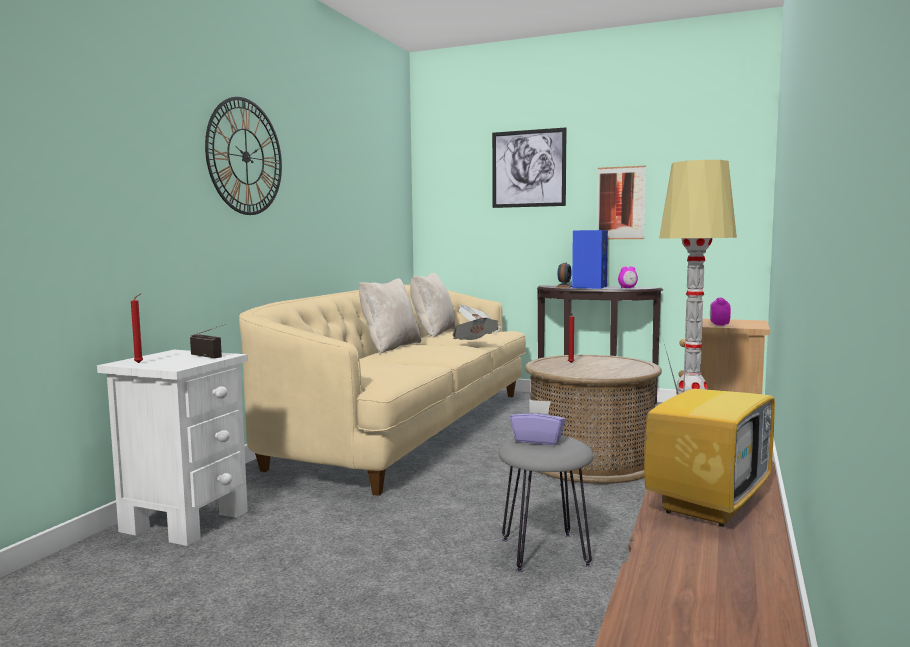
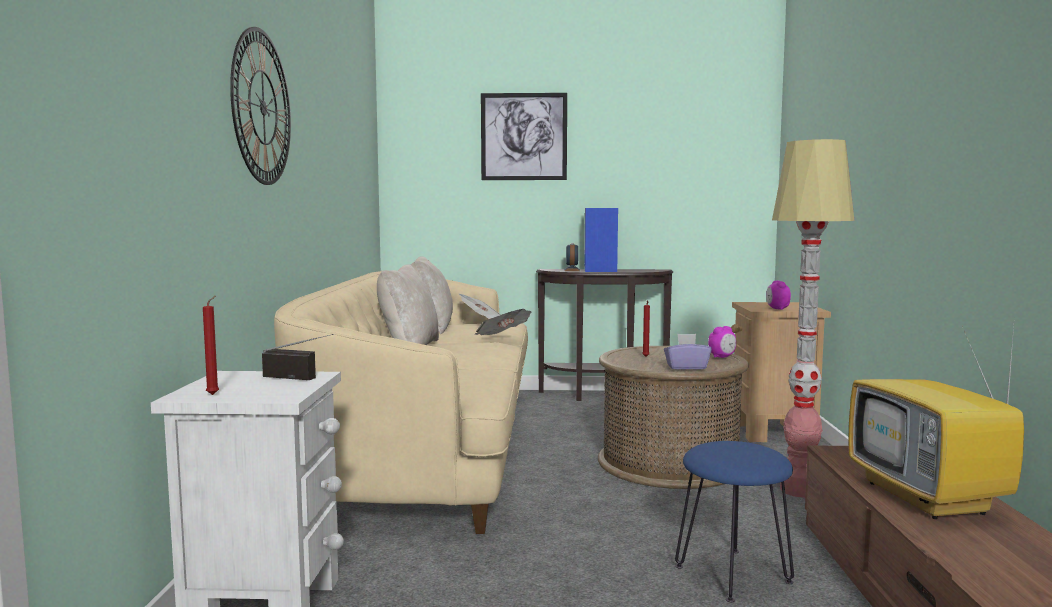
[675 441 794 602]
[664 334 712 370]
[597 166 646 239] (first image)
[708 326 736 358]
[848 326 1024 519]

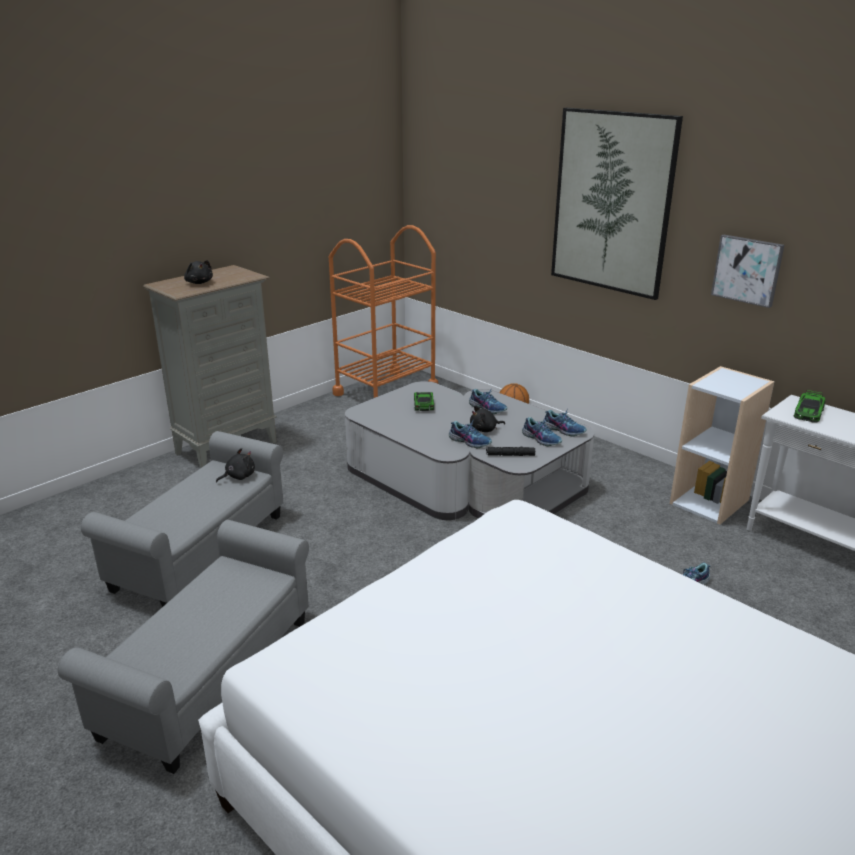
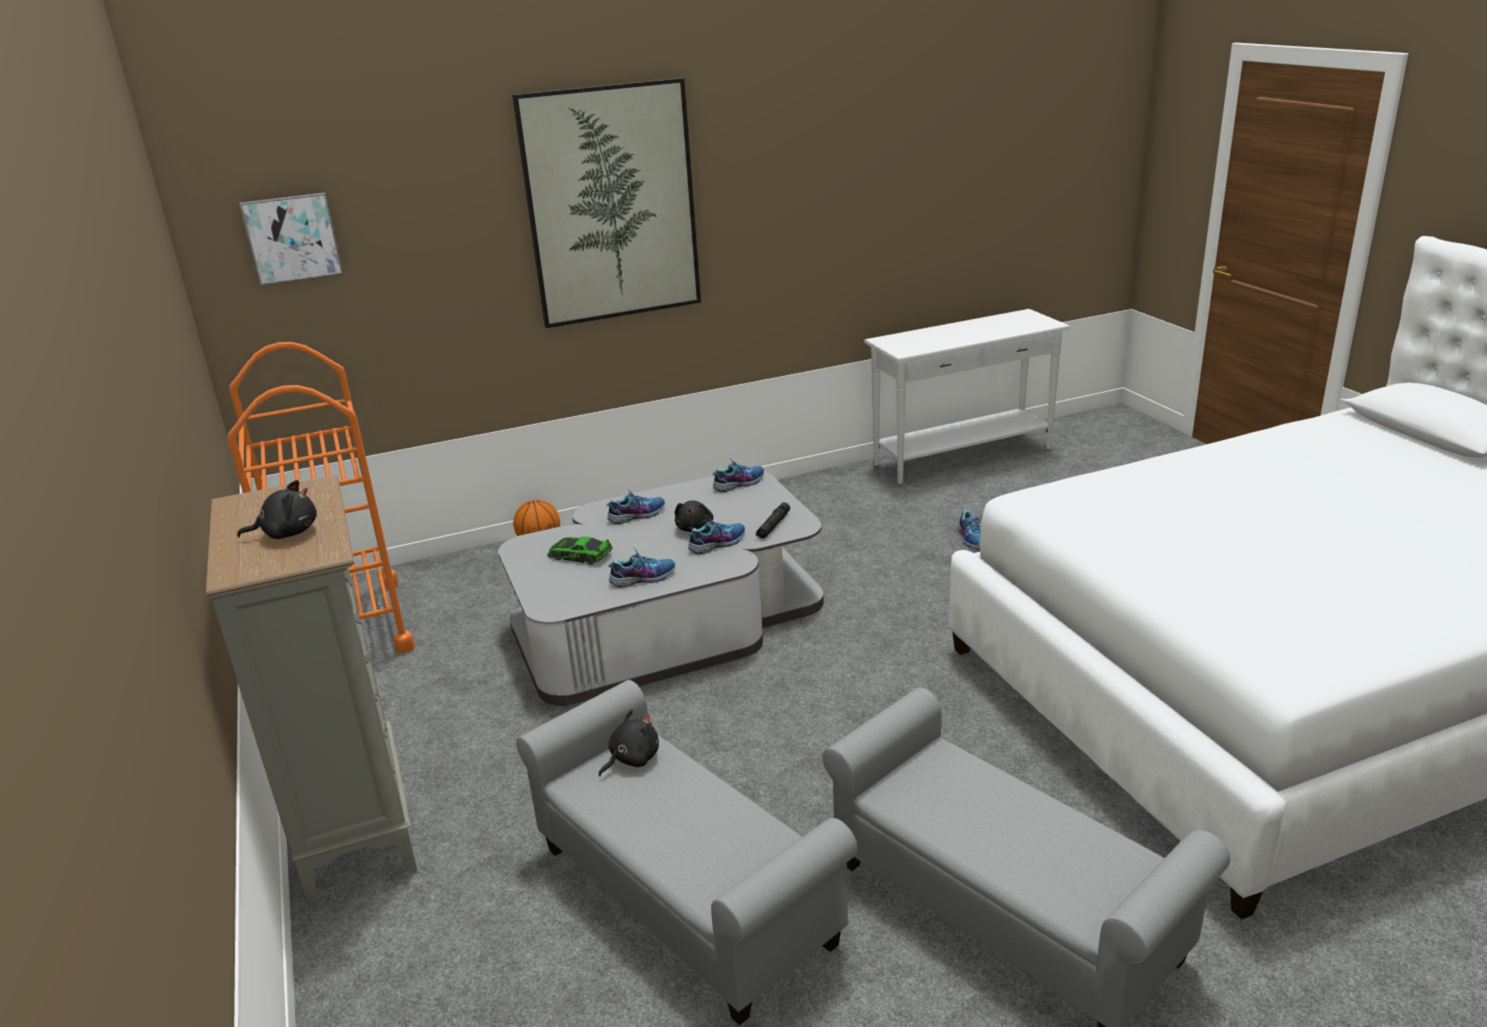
[598 709 659 777]
[608 548 676 588]
[670 366 775 525] (first image)
[239 192 343 286]
[794 390 826 423] (first image)

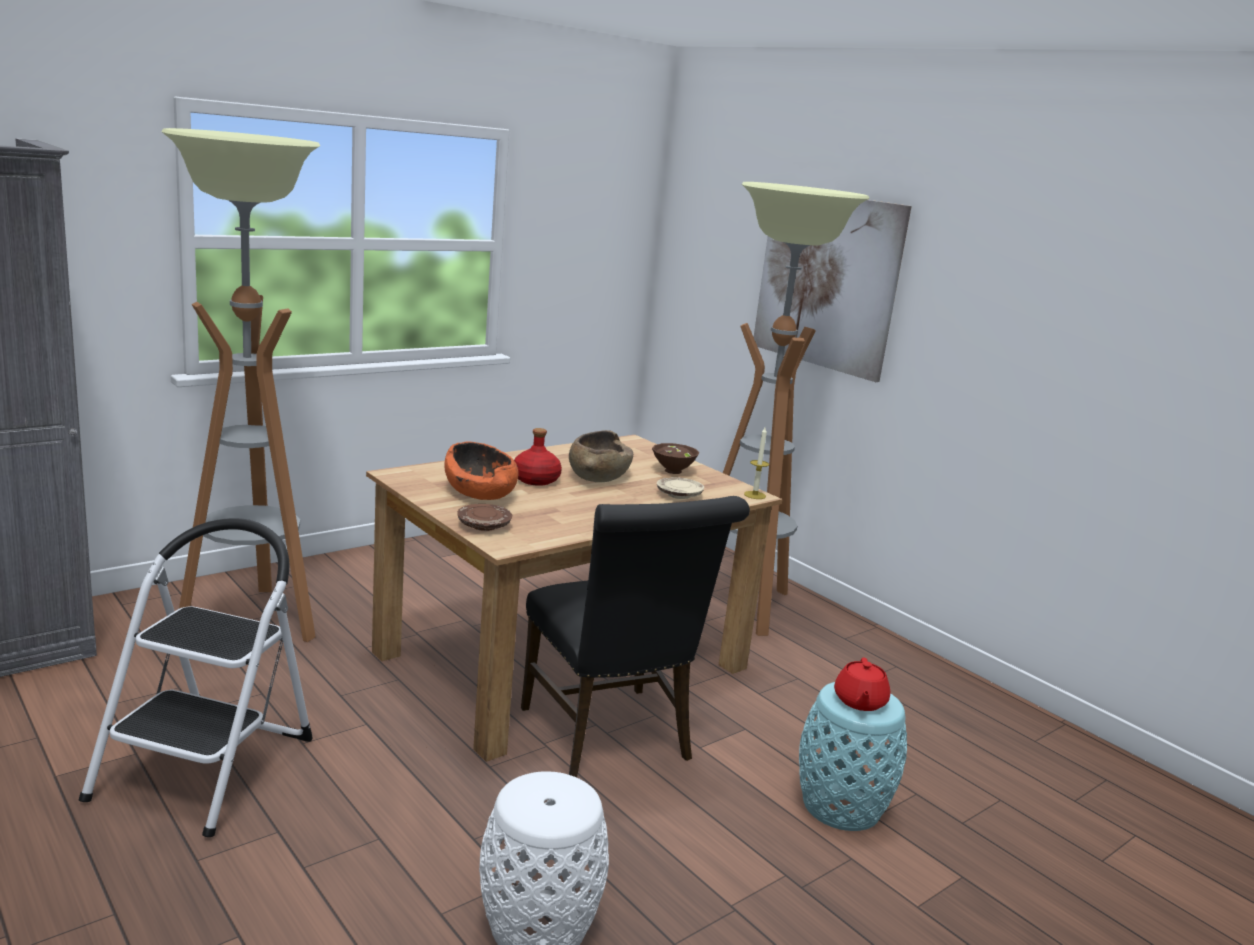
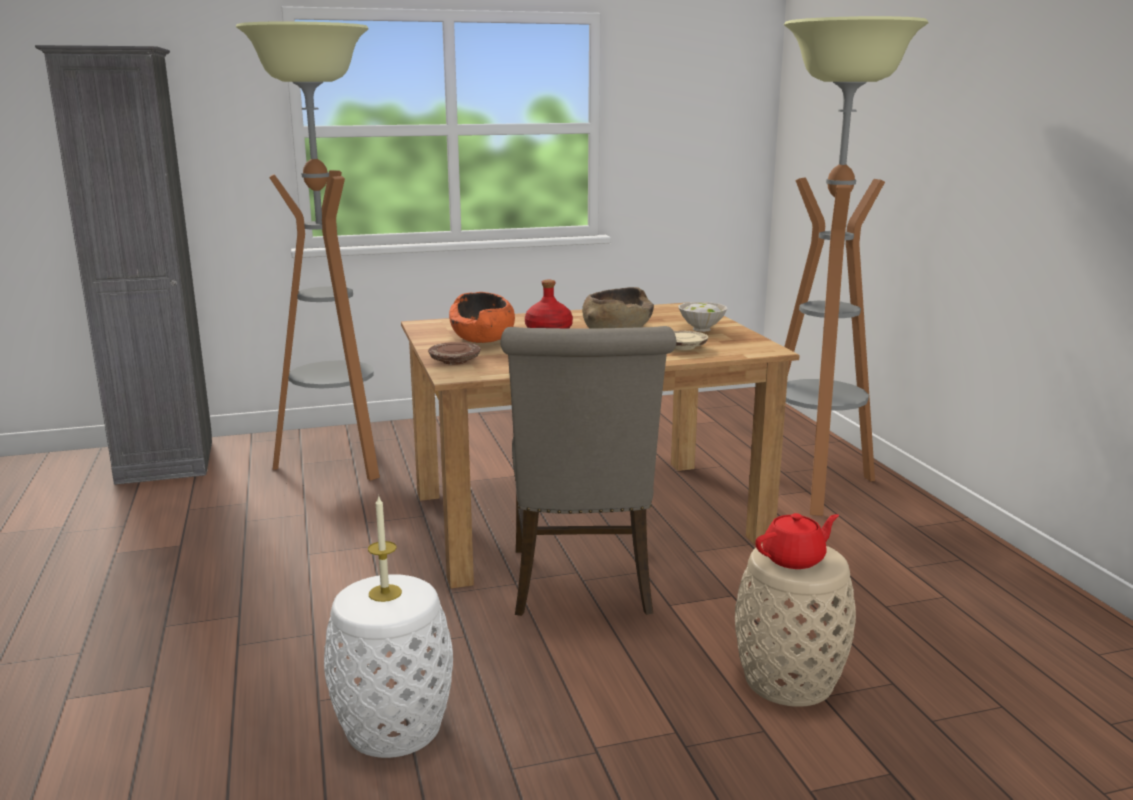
[79 518 313 837] (first image)
[500 326 677 616]
[678 302 727 332]
[368 495 402 602]
[754 200 912 382] (first image)
[735 544 856 707]
[755 513 839 569]

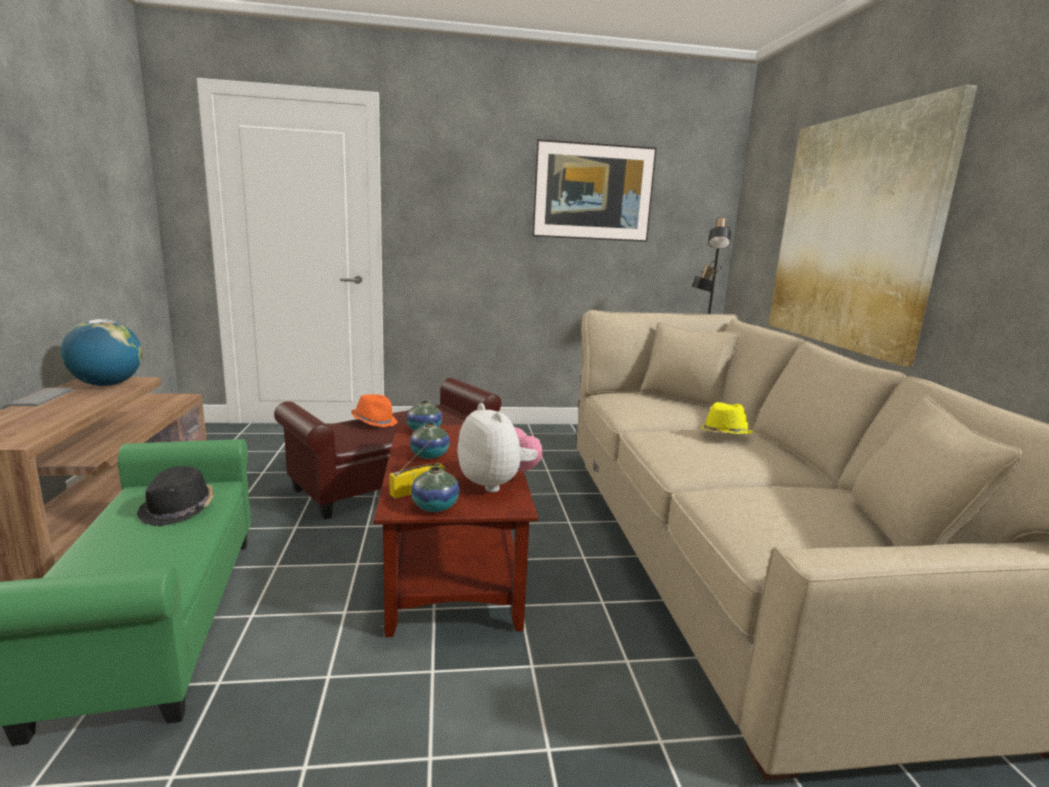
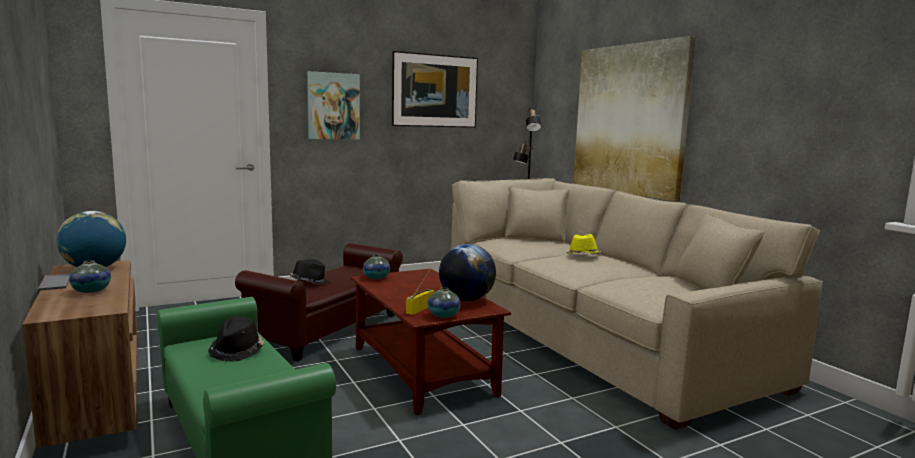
[289 259 329 284]
[69 260 111 293]
[439 244 496 301]
[307 71 360 139]

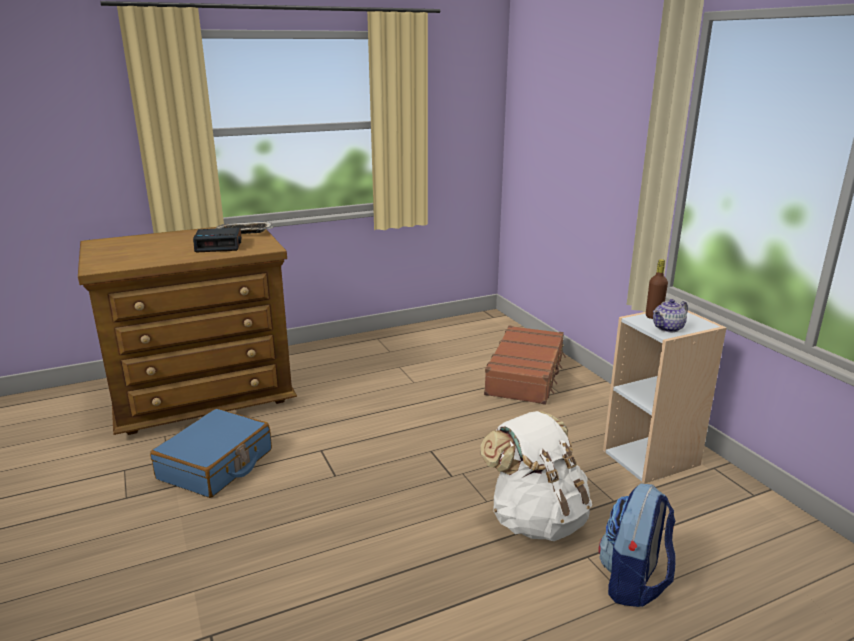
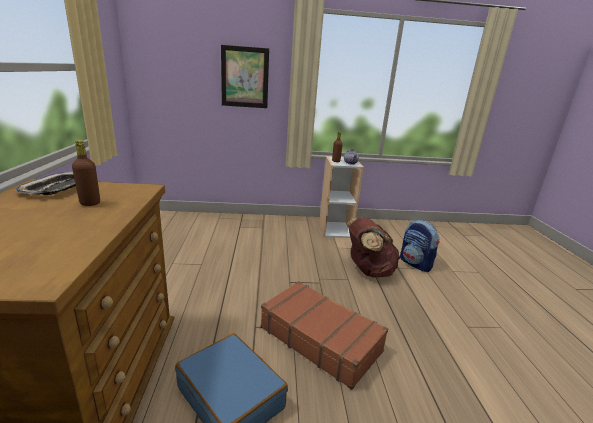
[72 140 100 206]
[346 217 400 278]
[261 281 388 390]
[221 45 269 108]

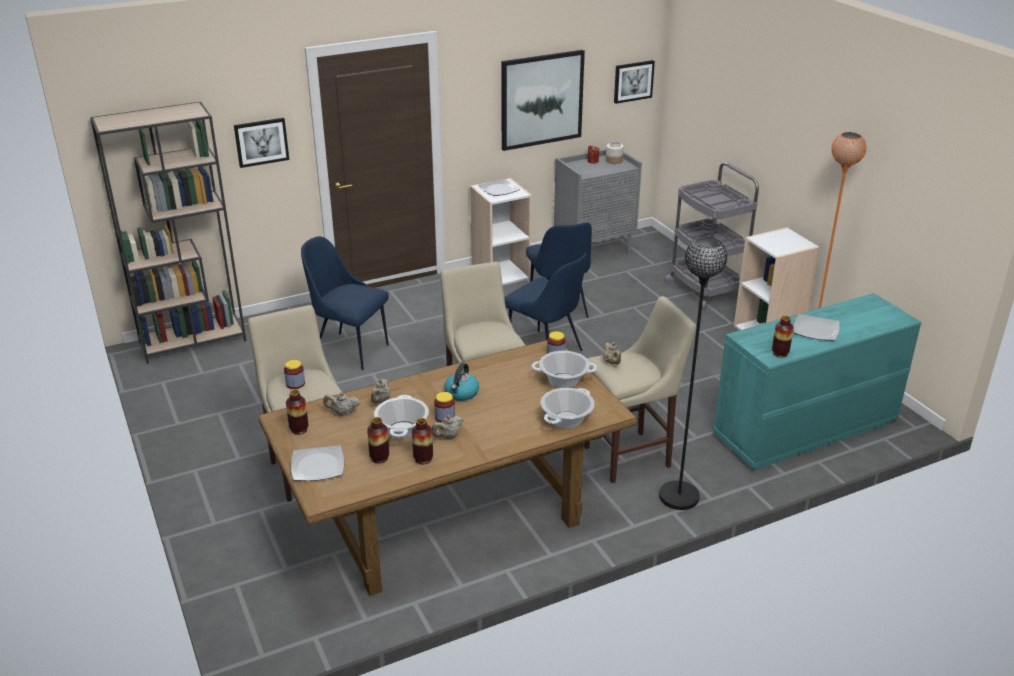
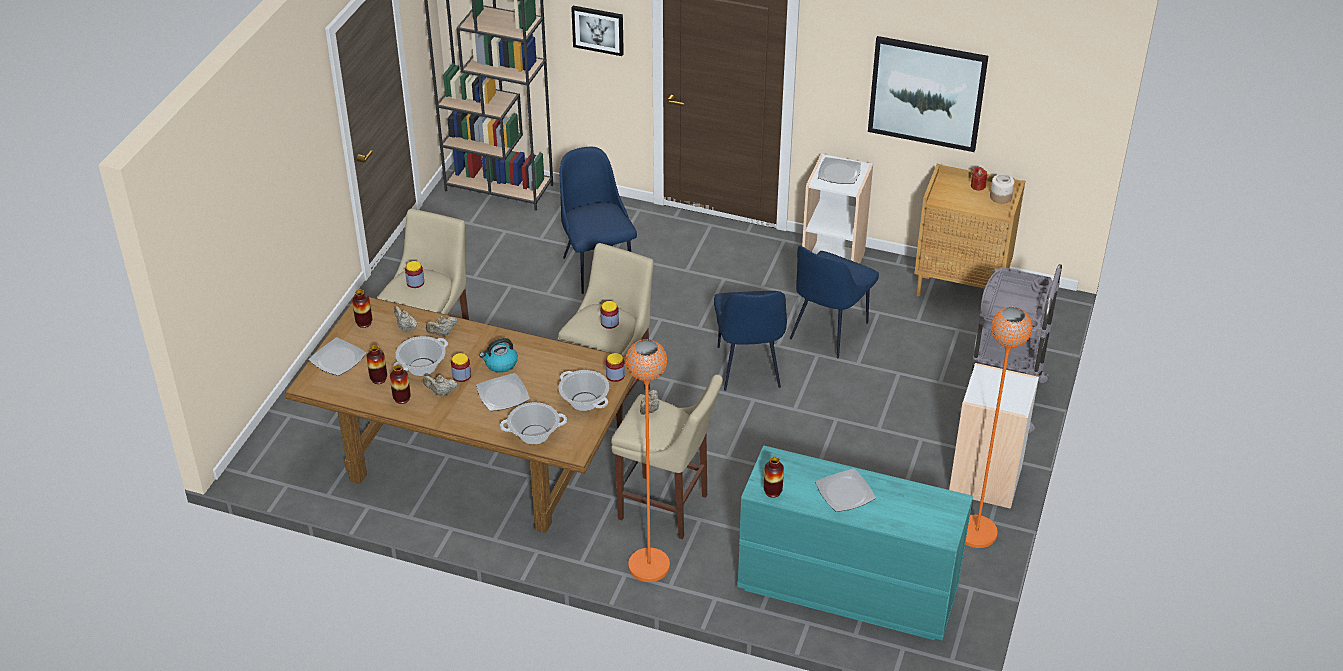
[914 164 1025 296]
[614 60 655 104] (first image)
[626 339 670 582]
[476 373 530 411]
[600 301 619 329]

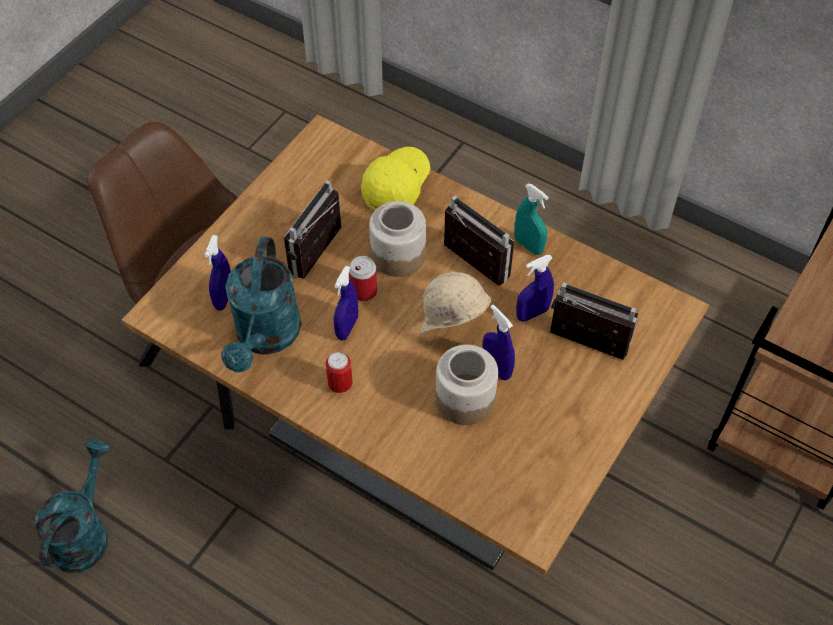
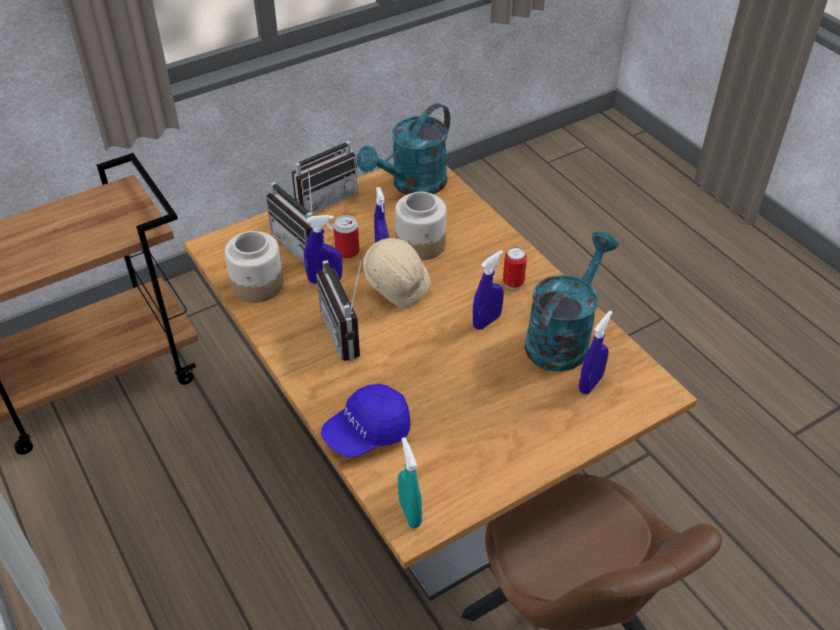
[357 103 450 195]
[292 129 358 214]
[333 215 359 259]
[321 384 410 458]
[224 231 283 303]
[398 437 422 528]

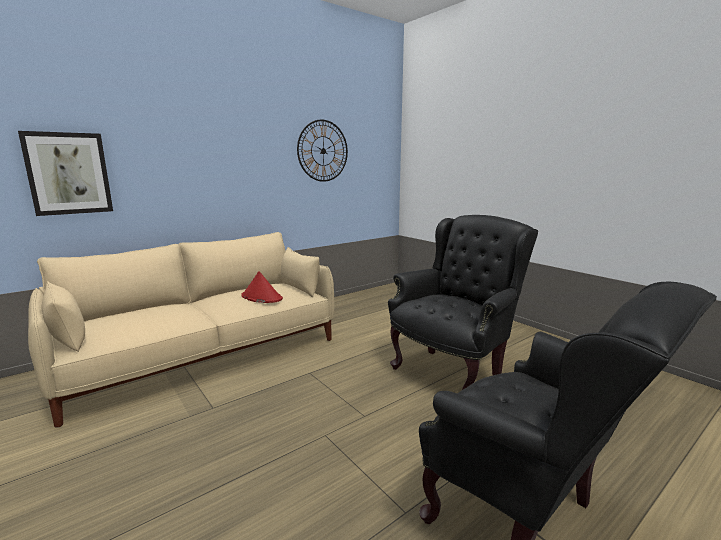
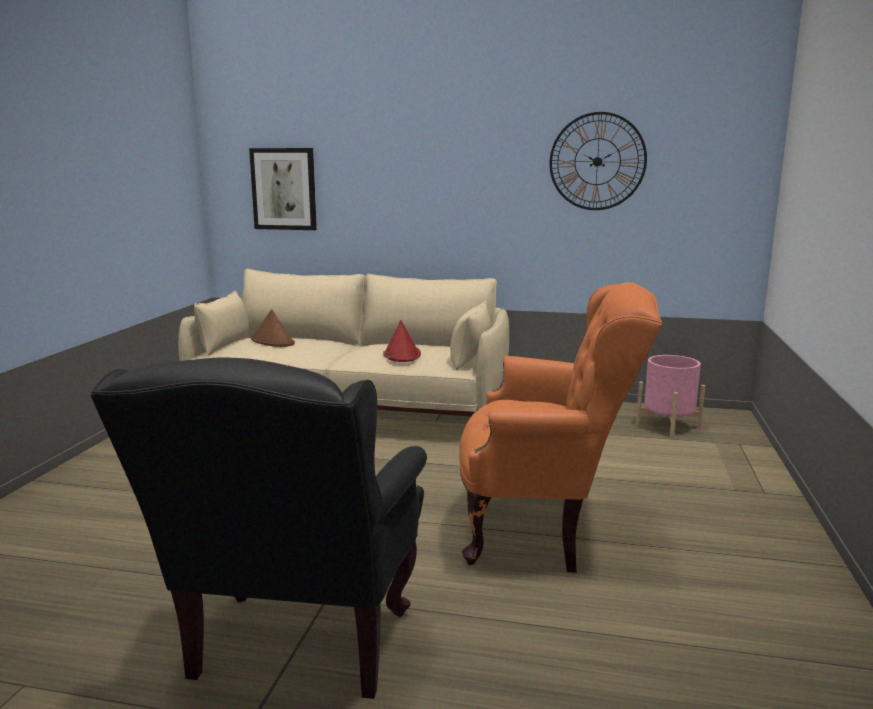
[459 282 662 573]
[251 309 295 347]
[636 355 705 438]

